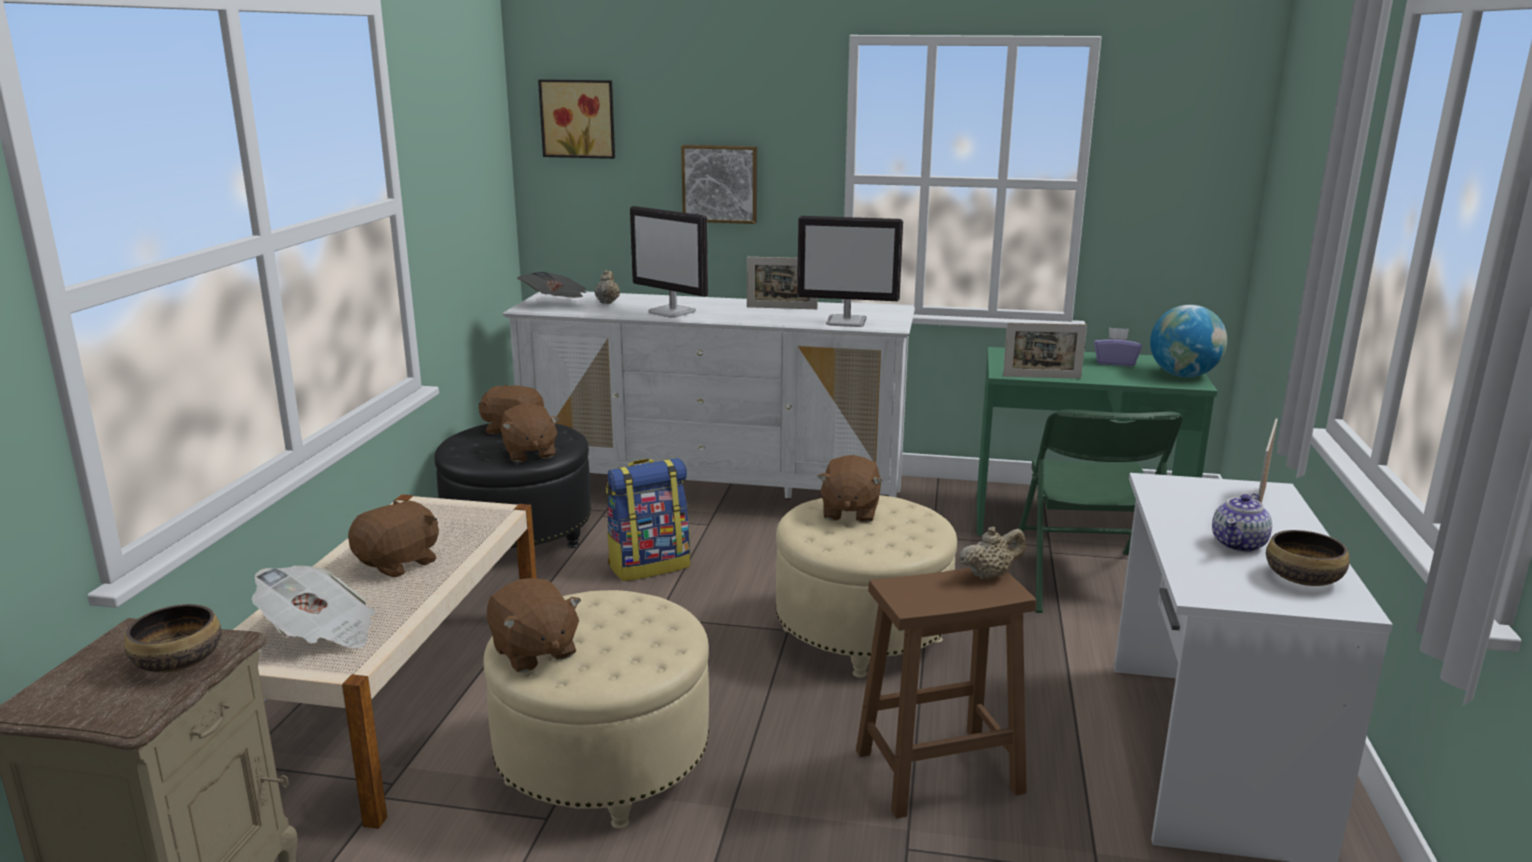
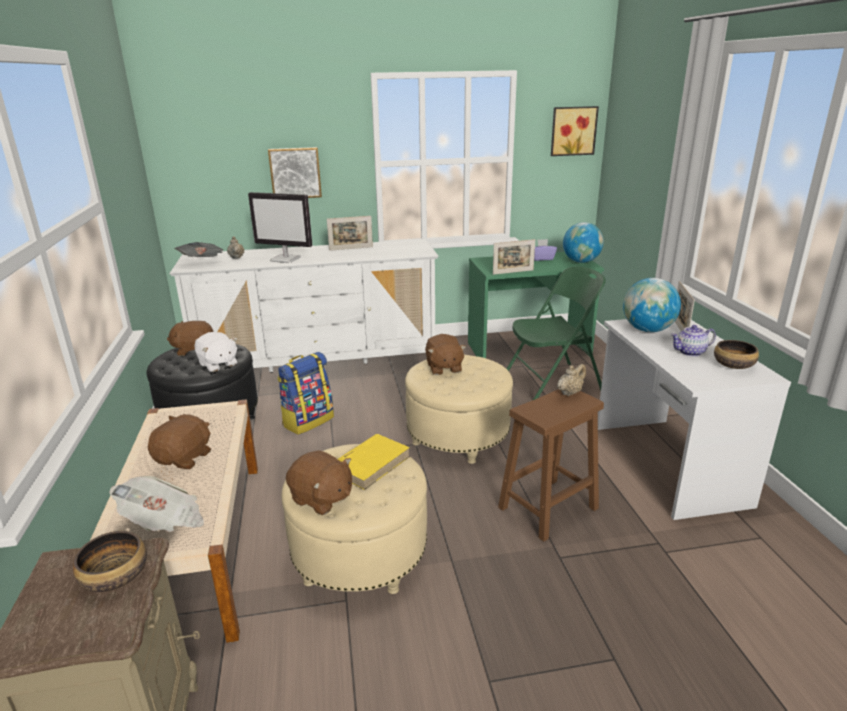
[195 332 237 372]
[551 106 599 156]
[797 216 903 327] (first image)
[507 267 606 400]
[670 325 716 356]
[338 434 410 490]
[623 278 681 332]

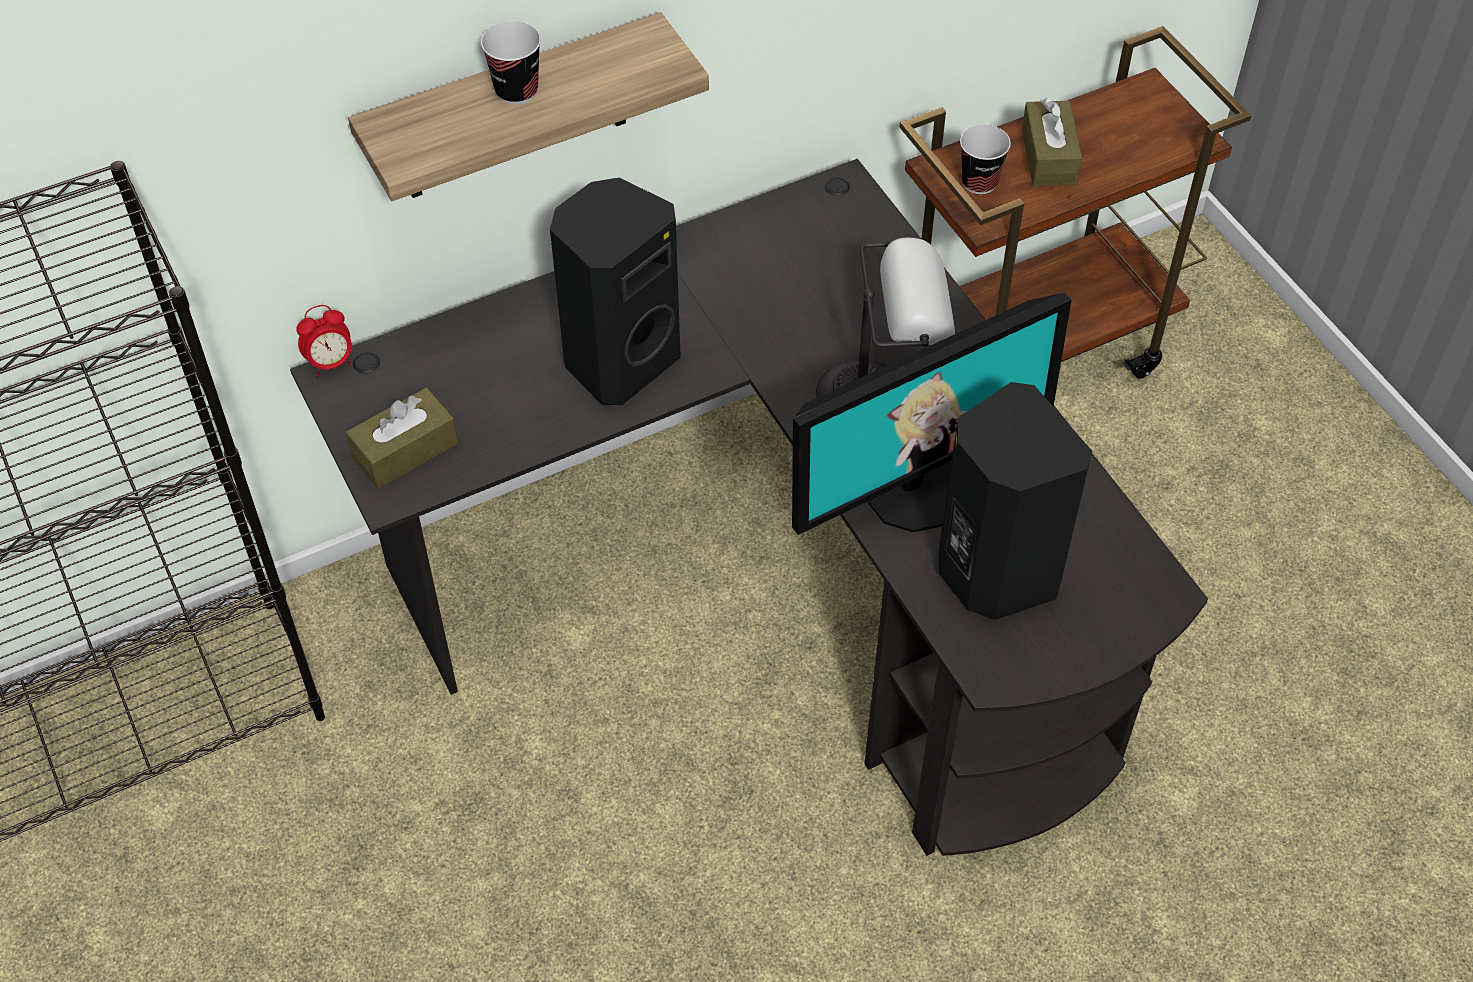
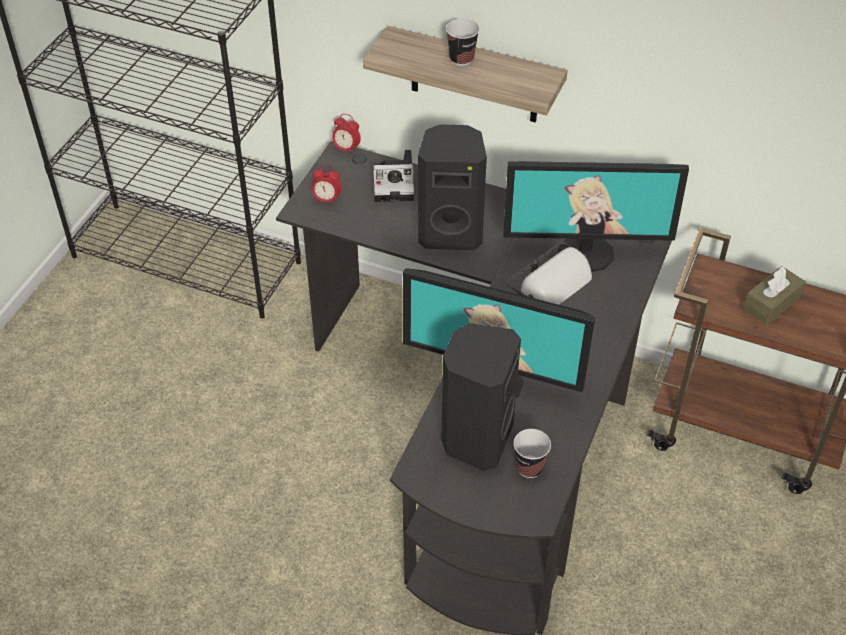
[312 164 342 206]
[513 429 551 478]
[373 150 414 202]
[503 161 689 272]

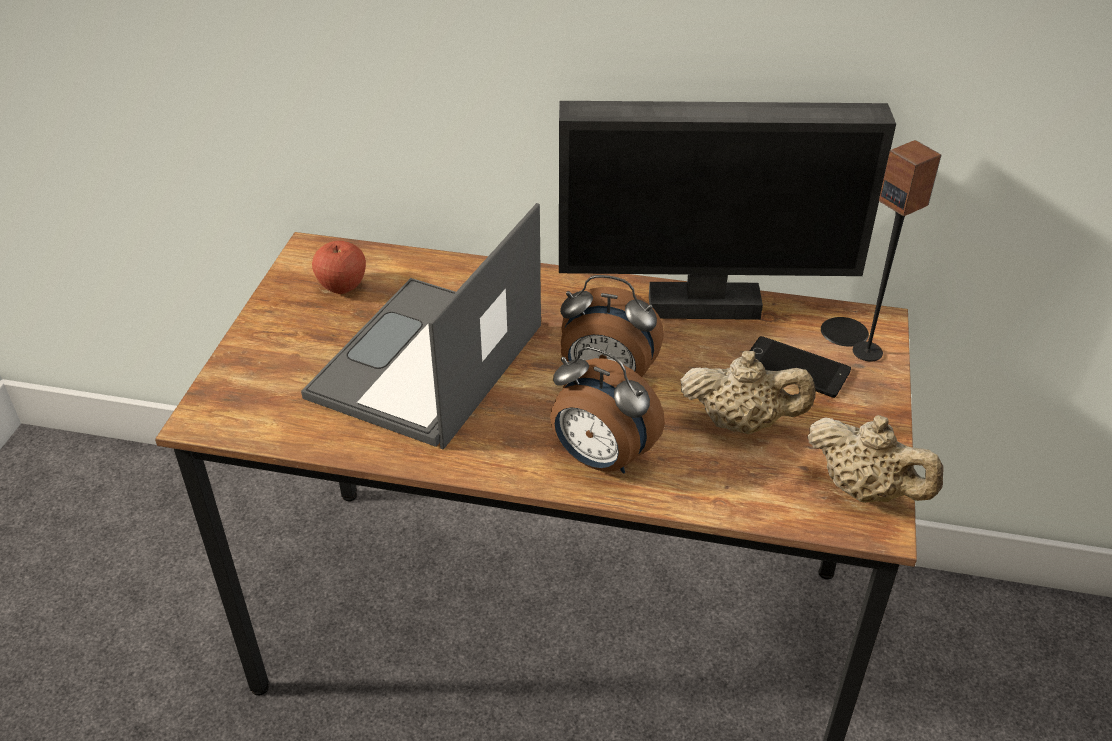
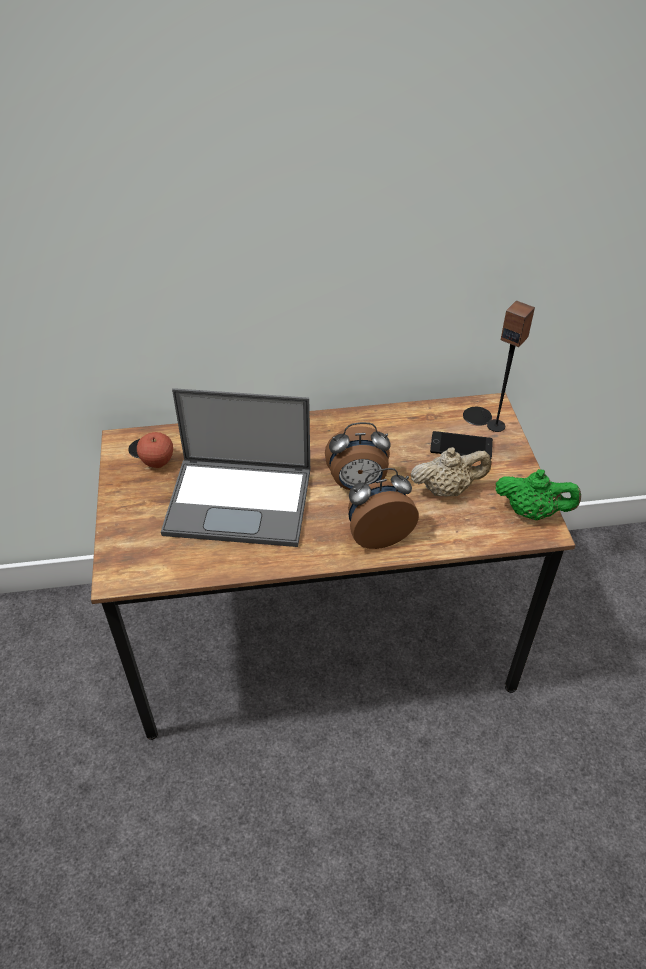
[161 388 310 547]
[348 468 419 549]
[559 101 896 320] (first image)
[496 469 581 520]

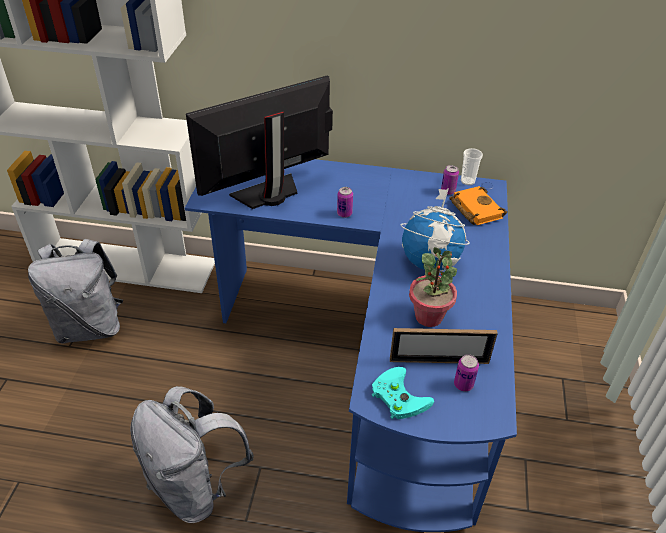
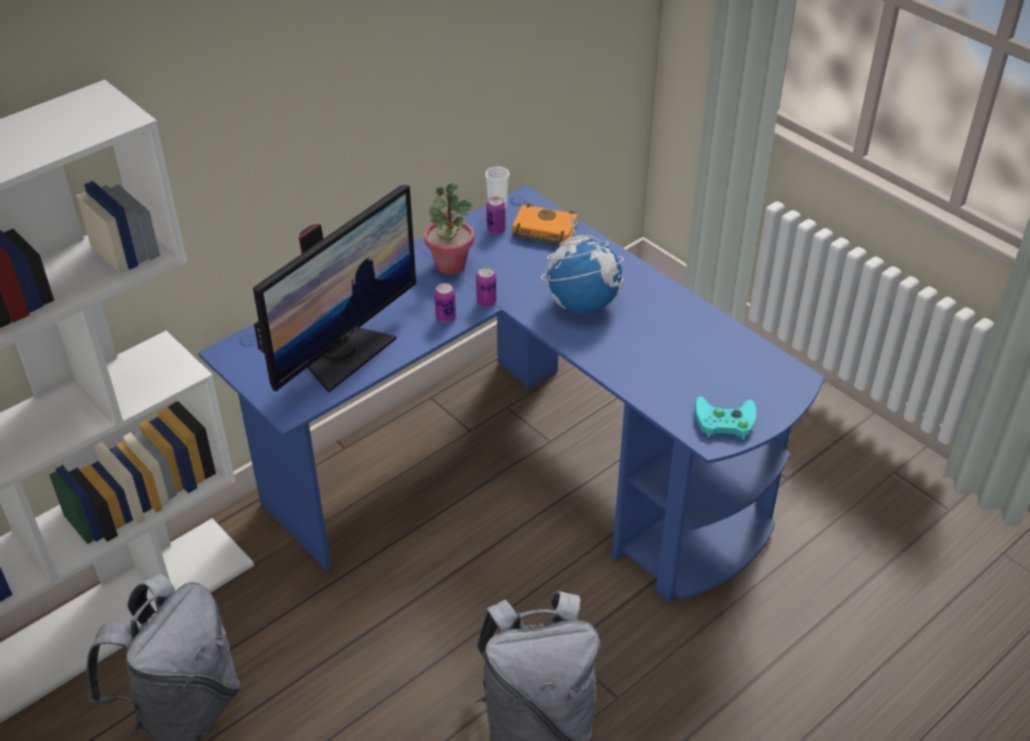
[253 185 416 393]
[390 328 498 364] (first image)
[424 183 474 275]
[476 267 496 307]

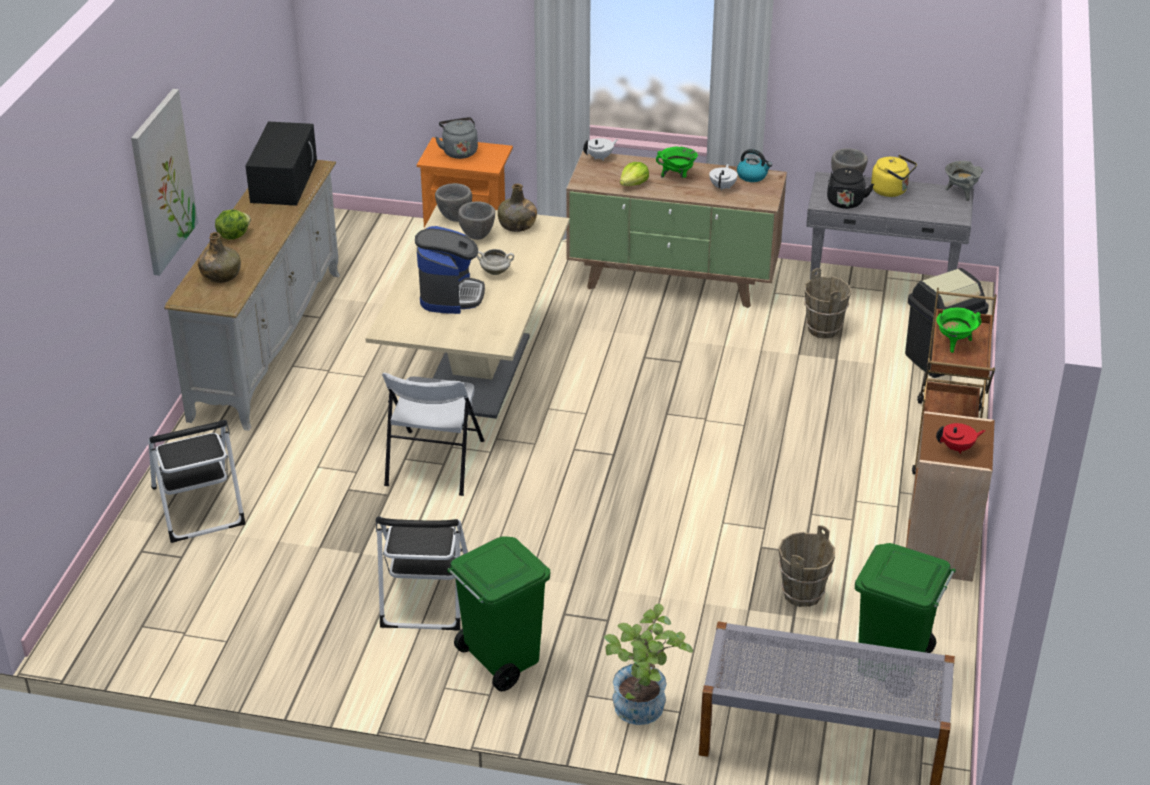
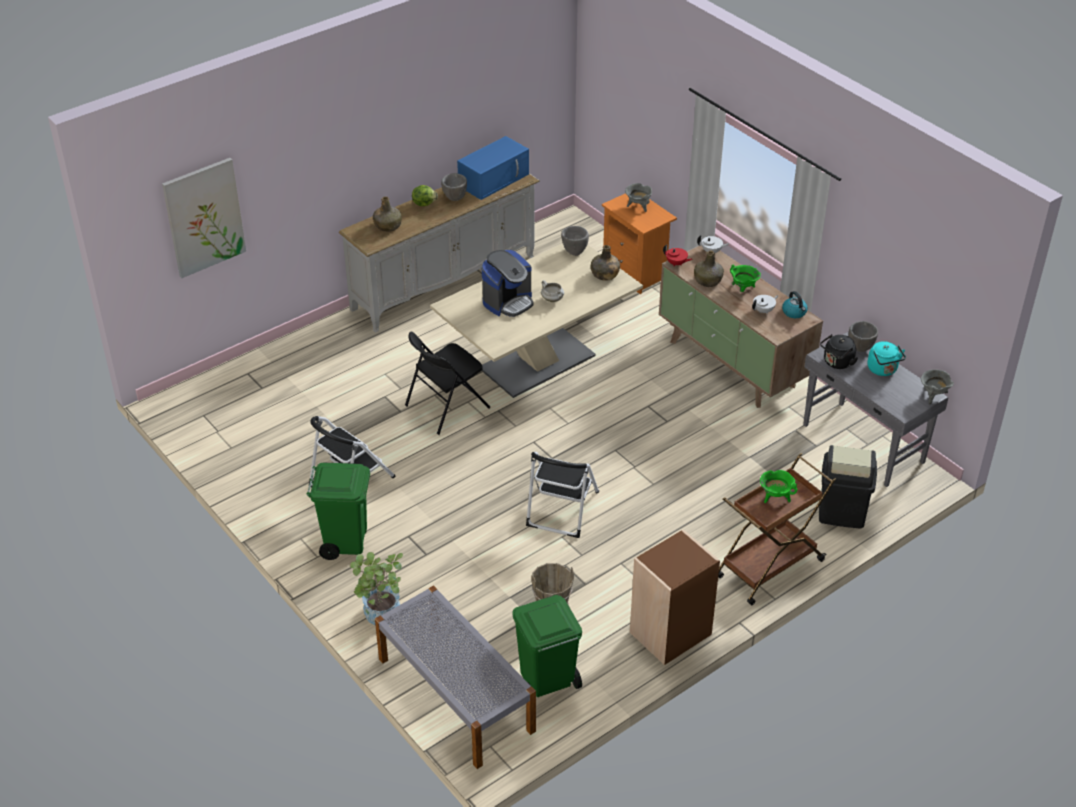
[162 158 246 278]
[526 452 599 538]
[457 136 529 200]
[405 332 490 435]
[625 183 652 212]
[441 173 467 201]
[694 251 724 287]
[804 268 851 339] (first image)
[867 341 906 376]
[663 245 692 267]

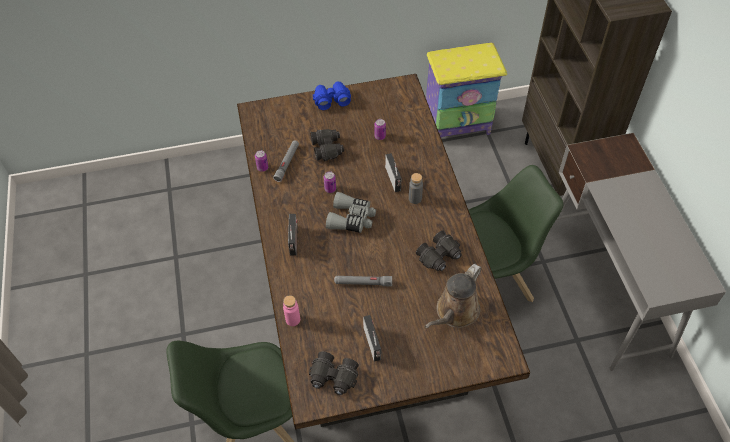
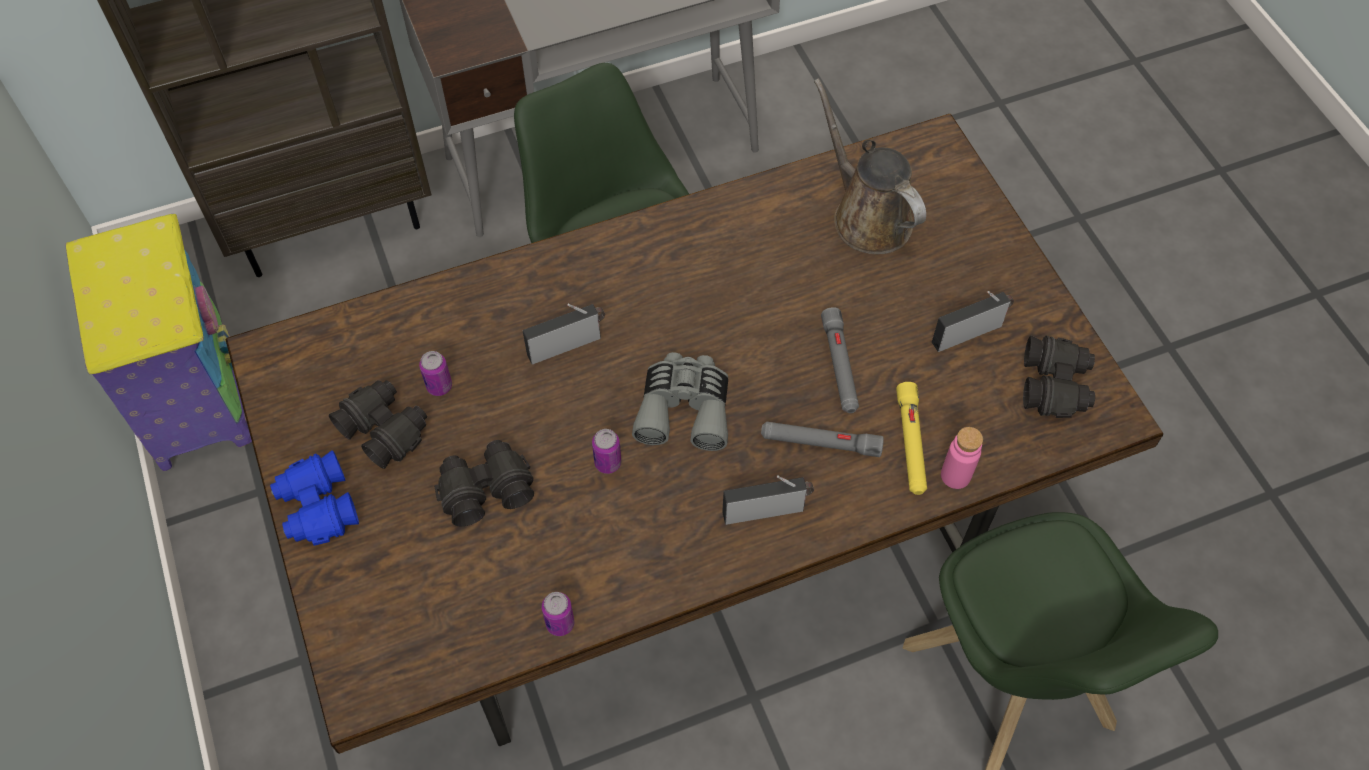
[761 422 884 457]
[409 173 423 204] (first image)
[329 380 427 469]
[814 78 926 254]
[896 382 927 495]

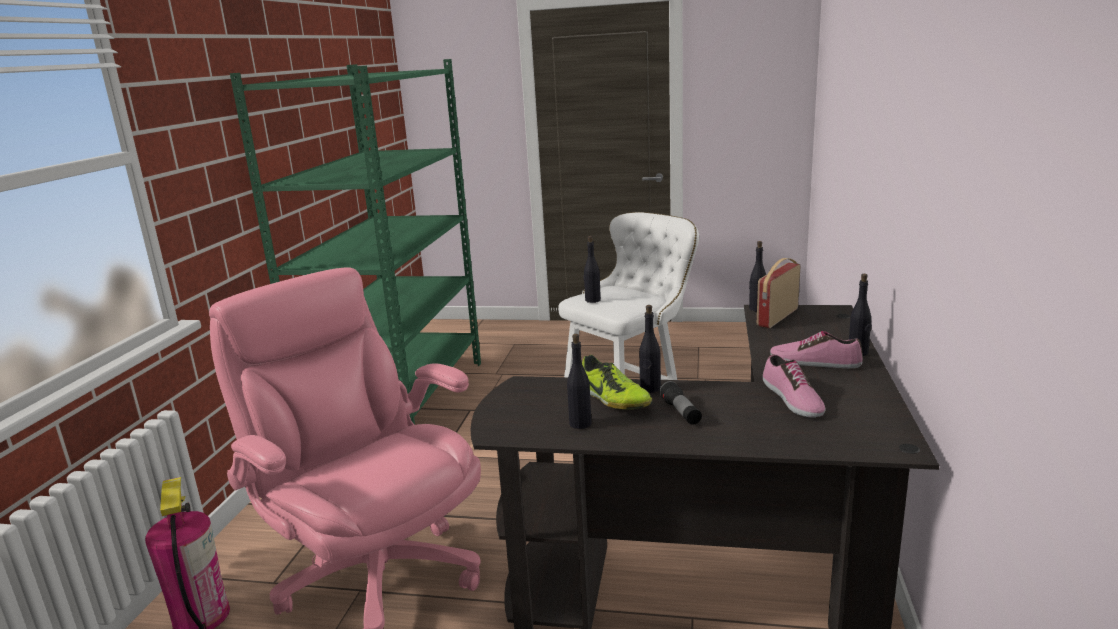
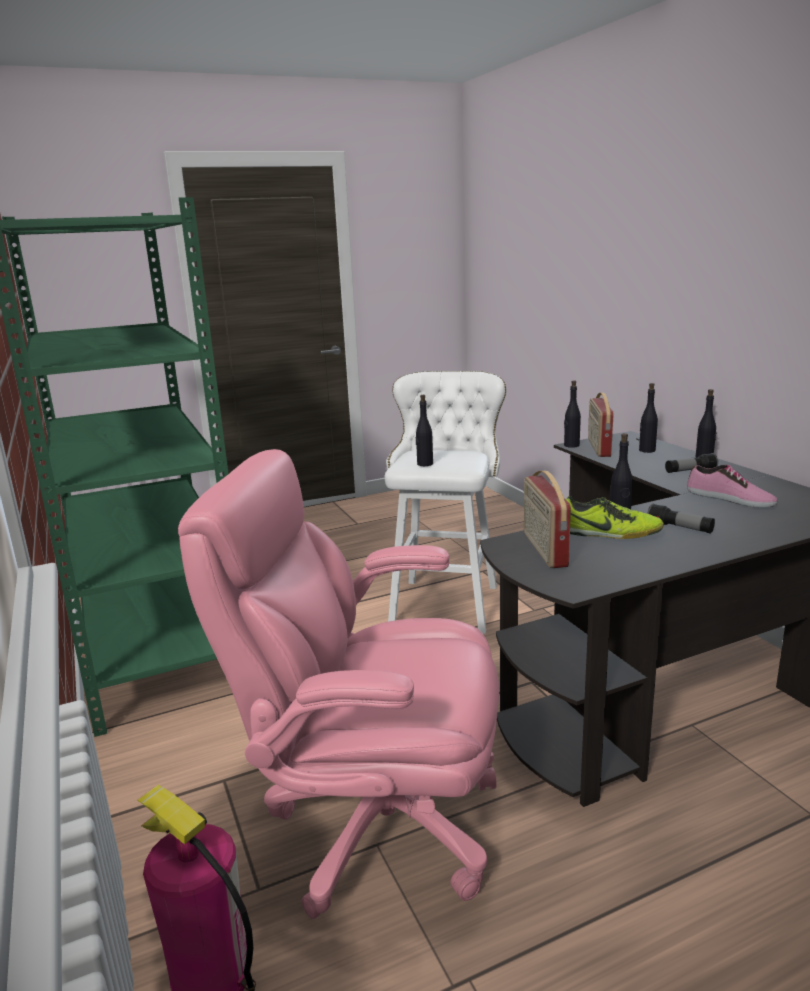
[639 383 658 453]
[665 453 718 473]
[524 471 571 568]

